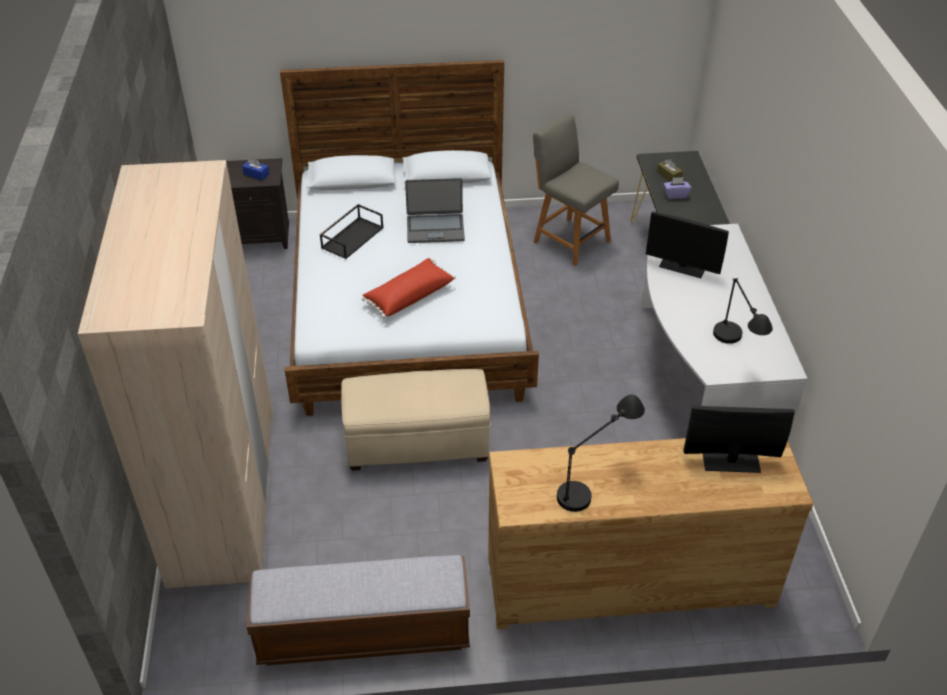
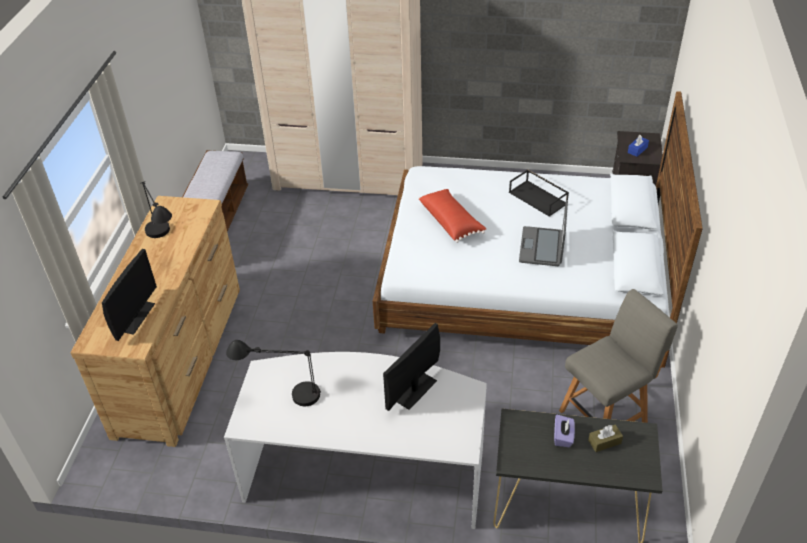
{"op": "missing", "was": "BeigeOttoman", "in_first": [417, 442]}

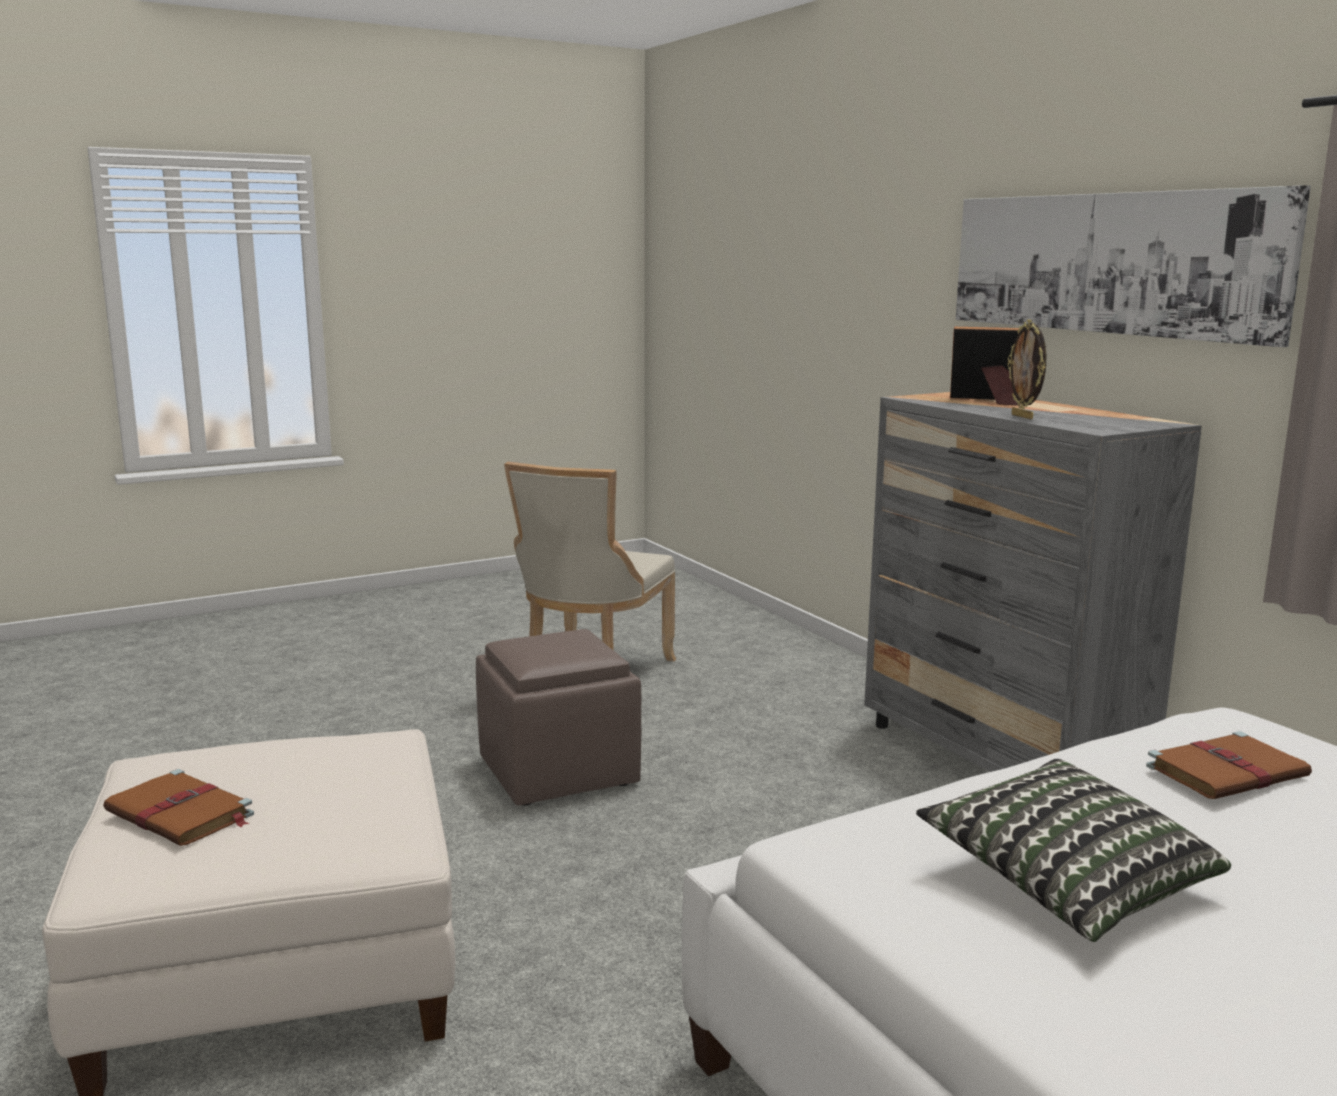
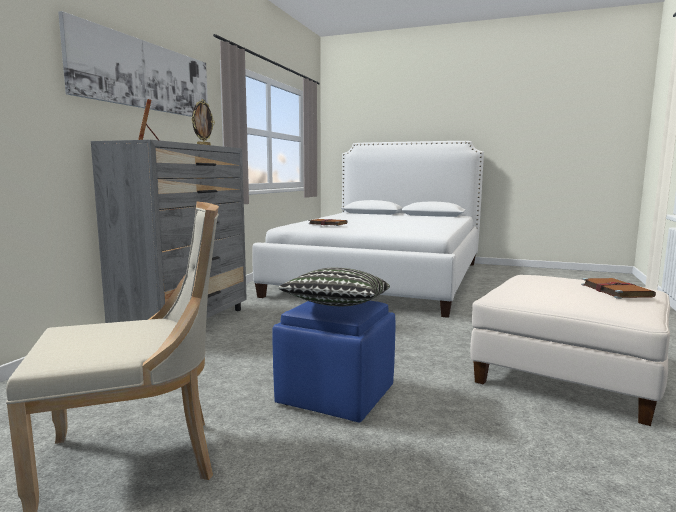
{"op": "colour", "was": "BrownOttoman", "now": "BlueOttoman", "in_first": [559, 771], "in_second": [334, 396]}
{"op": "relocated", "was": "Pillow", "in_first": [1067, 882], "in_second": [337, 306]}

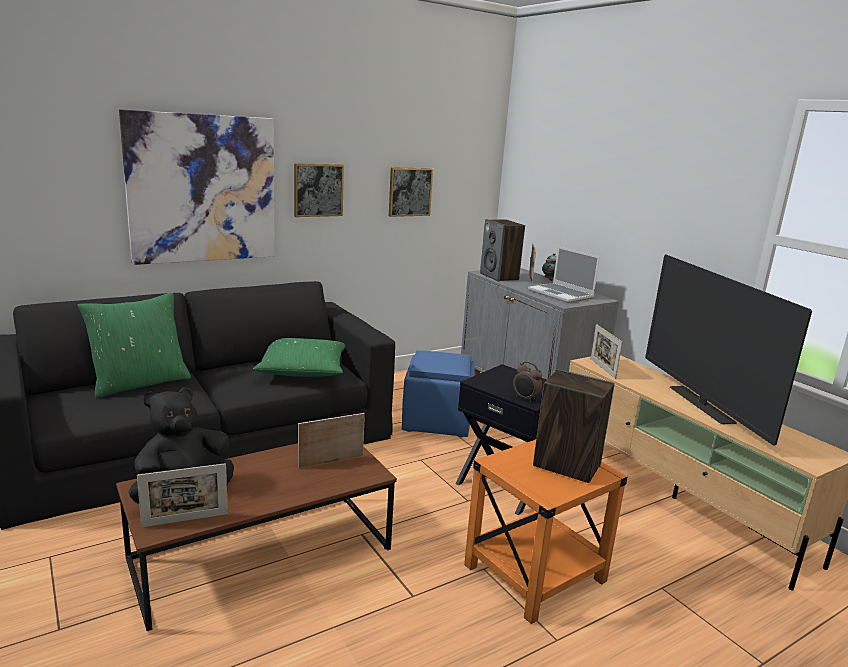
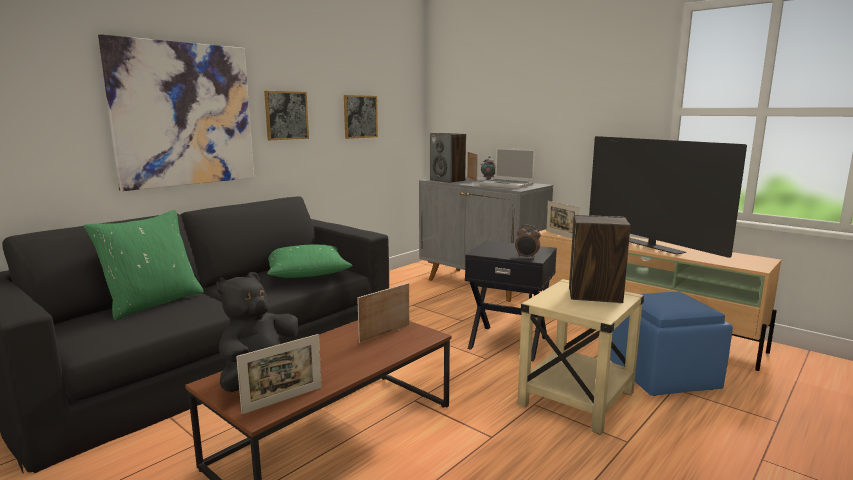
{"op": "colour", "was": "OrangeSideTable", "now": "BeigeSideTable", "in_first": [534, 574], "in_second": [576, 399]}
{"op": "relocated", "was": "BlueOttoman", "in_first": [437, 421], "in_second": [663, 375]}

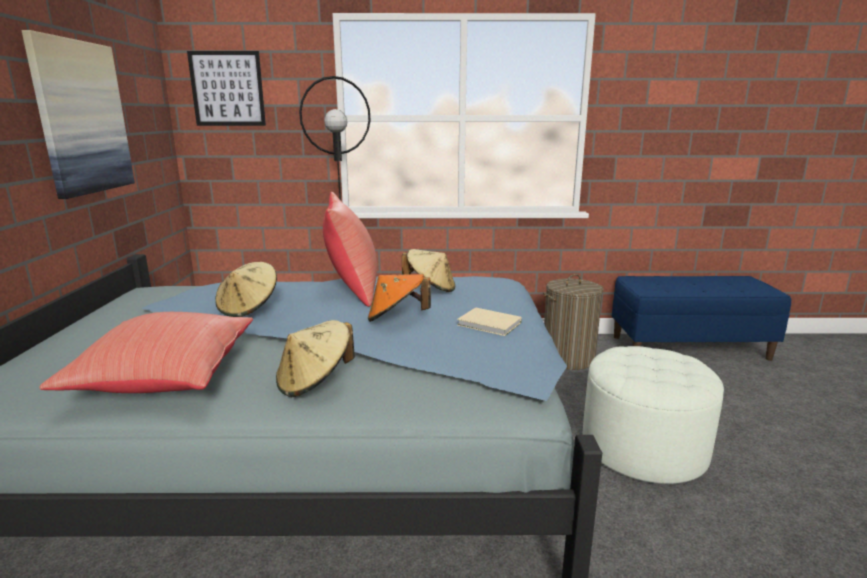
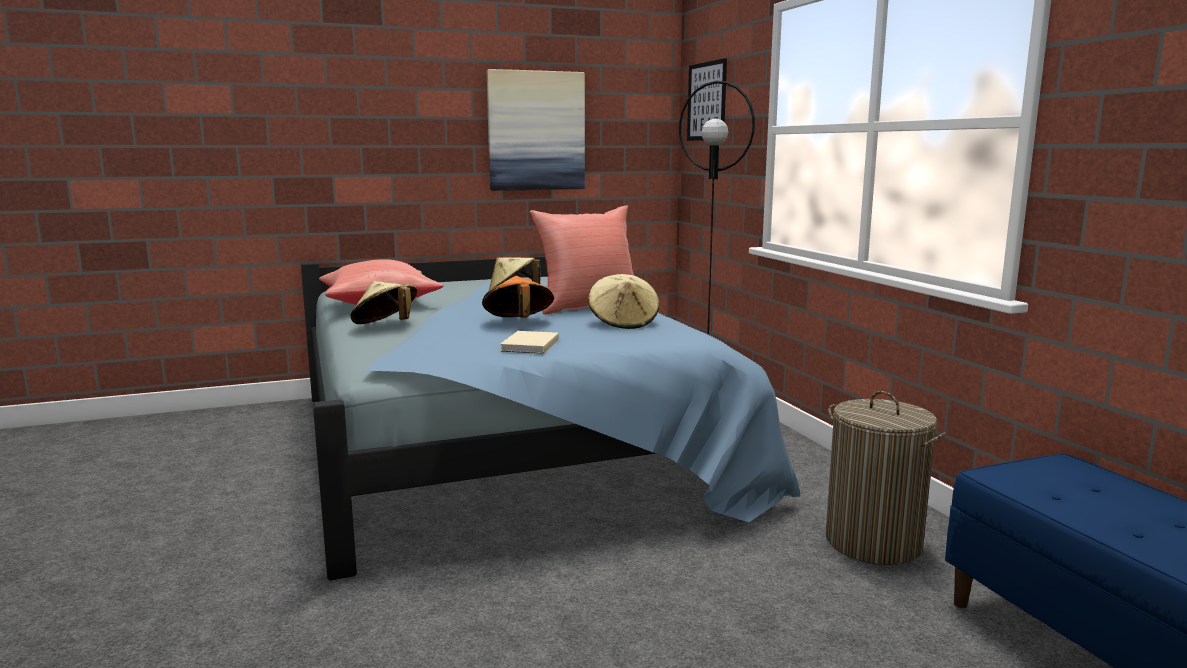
{"op": "missing", "was": "WhiteOttoman", "in_first": [643, 447]}

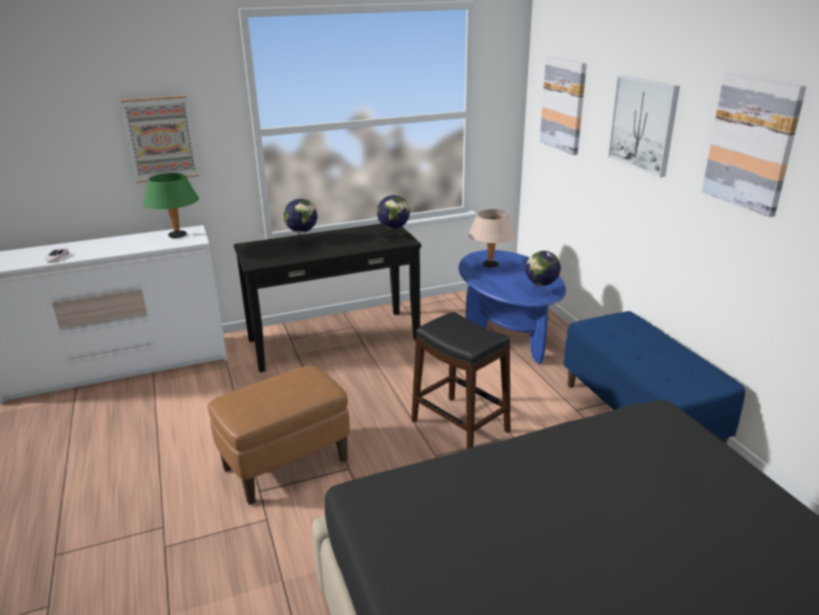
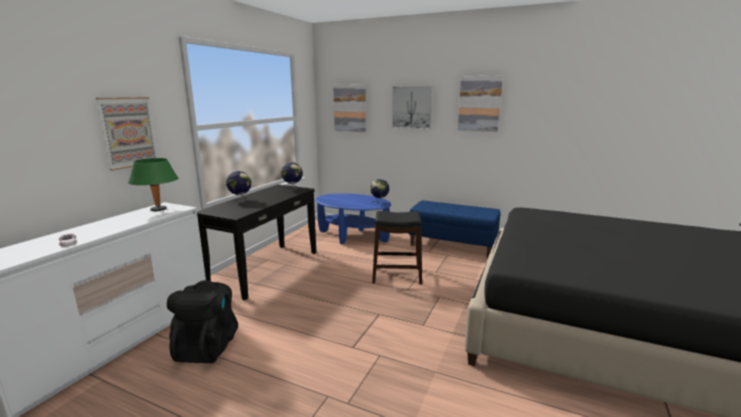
{"op": "appeared", "now": "BlackBackpack", "in_second": [208, 346]}
{"op": "missing", "was": "BrownOttoman", "in_first": [286, 465]}
{"op": "missing", "was": "BeigeTableLamp", "in_first": [490, 265]}

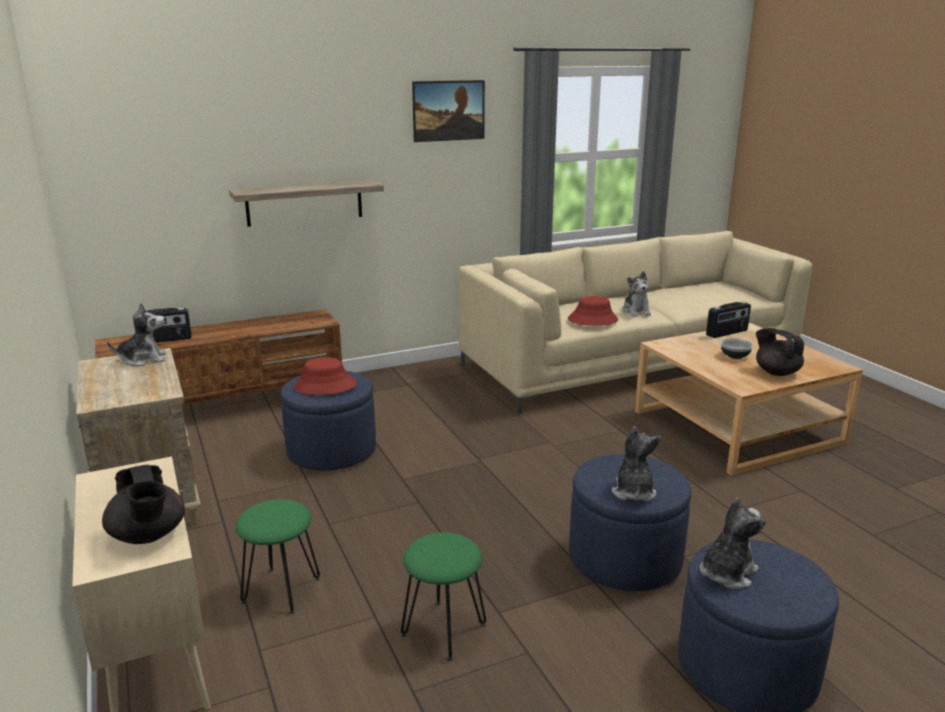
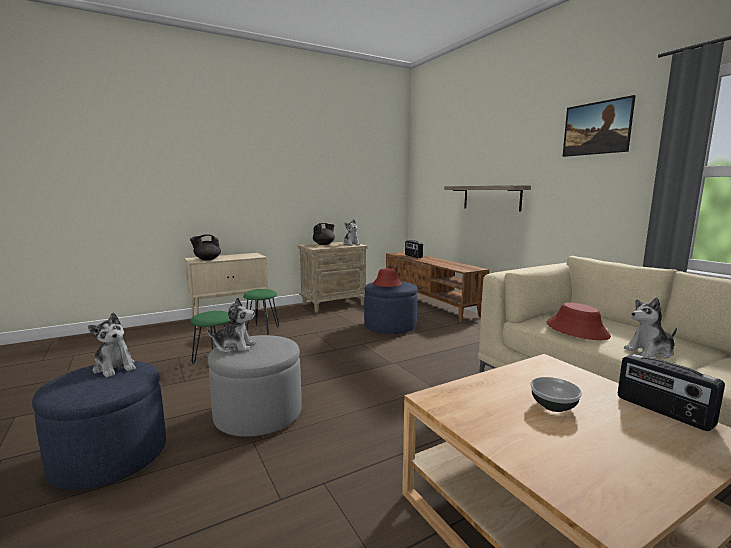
{"op": "colour", "was": "BlueOttoman", "now": "GreyOttoman", "in_first": [625, 558], "in_second": [258, 414]}
{"op": "relocated", "was": "BlackTeapot", "in_first": [776, 372], "in_second": [324, 244]}

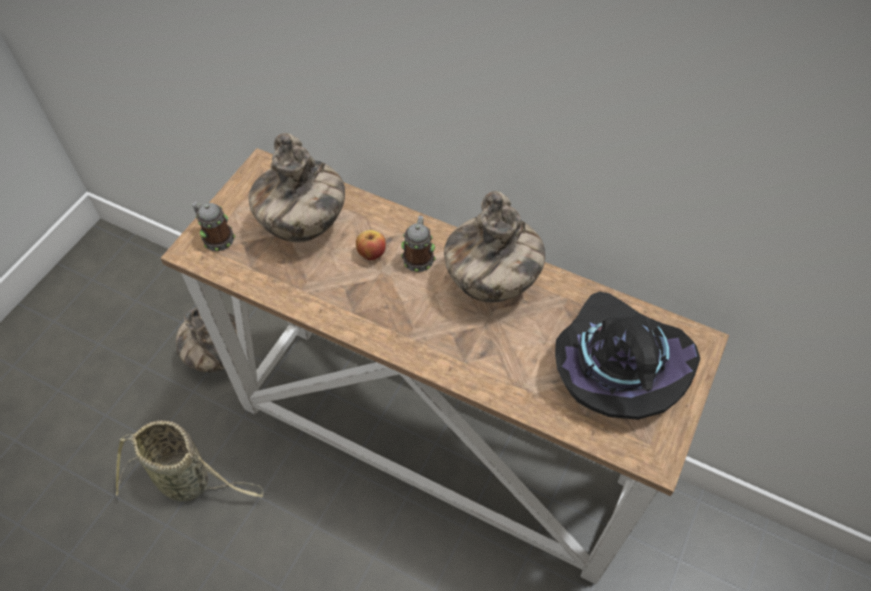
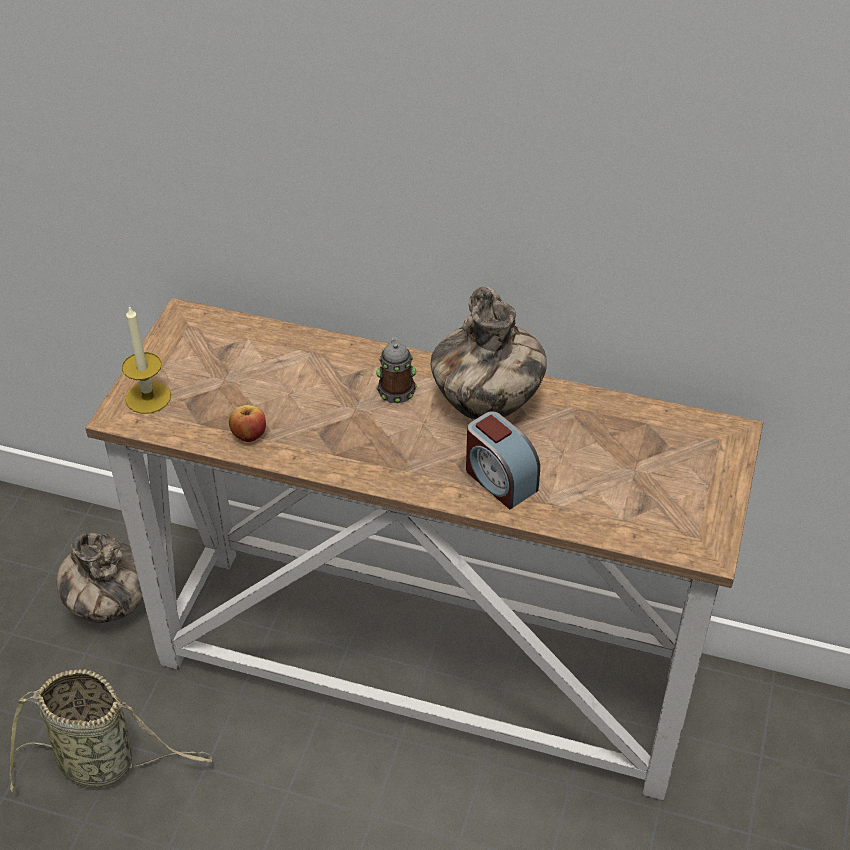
{"op": "exchanged", "was": "Mug", "now": "Candle", "in_first": [216, 237], "in_second": [148, 397]}
{"op": "relocated", "was": "Apple", "in_first": [371, 253], "in_second": [249, 435]}
{"op": "appeared", "now": "AlarmClock", "in_second": [499, 479]}
{"op": "missing", "was": "Vase", "in_first": [303, 225]}
{"op": "missing", "was": "BlackHat", "in_first": [615, 366]}

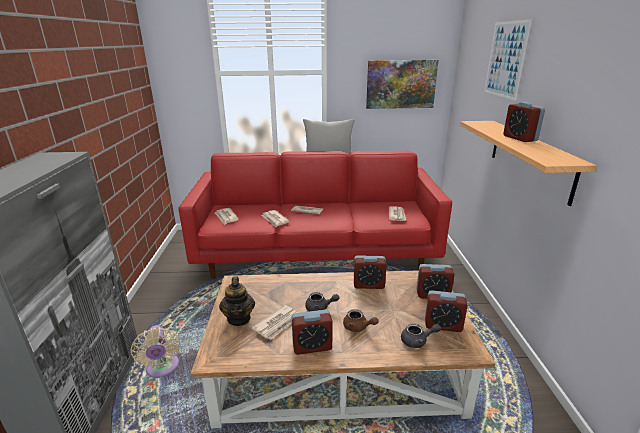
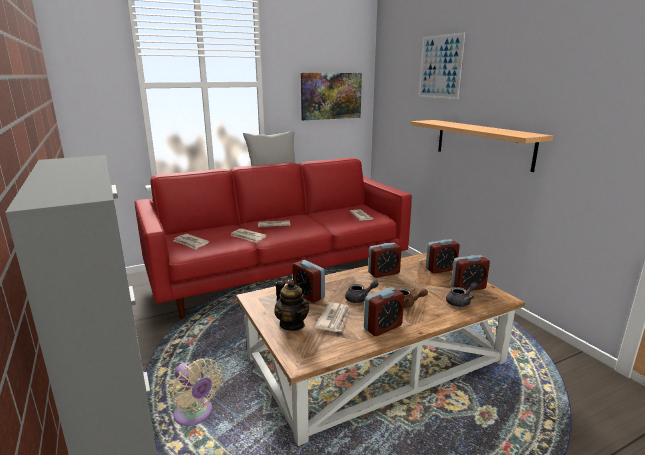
{"op": "relocated", "was": "AlarmClock", "in_first": [519, 138], "in_second": [308, 295]}

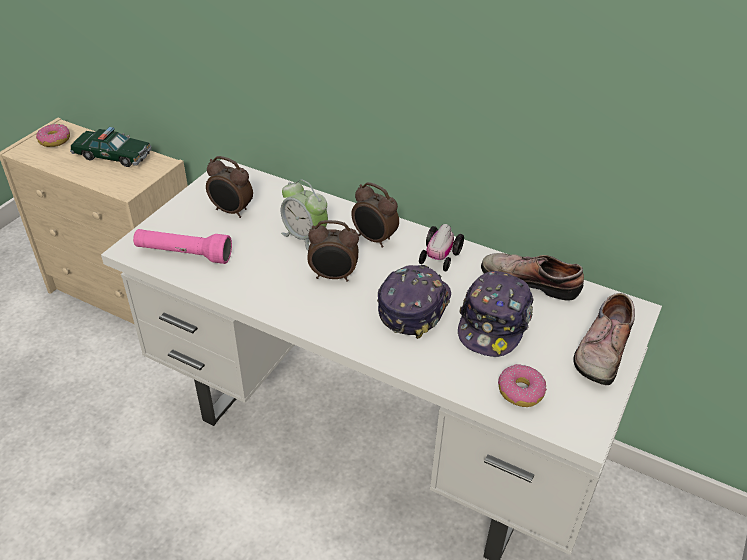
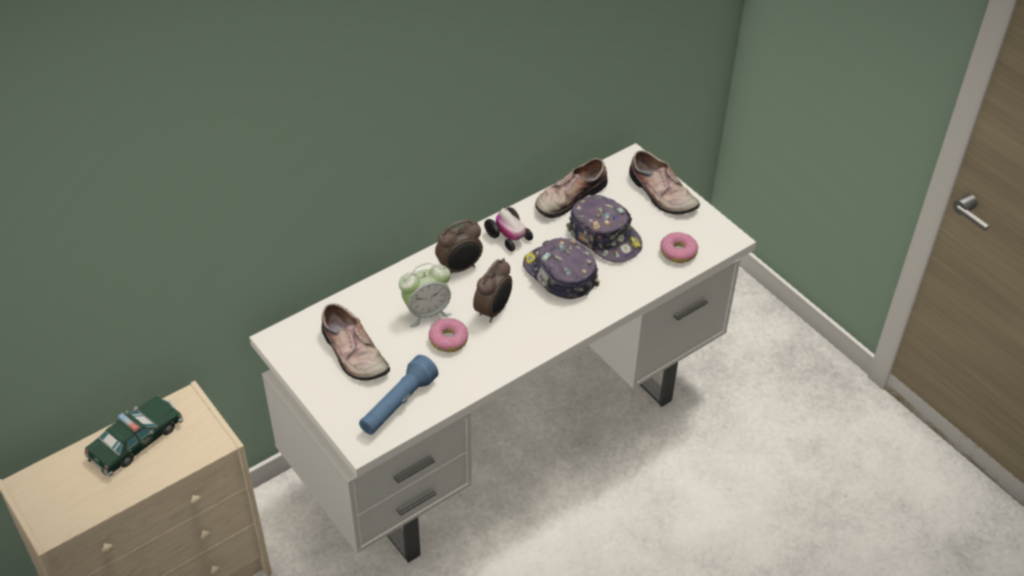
{"op": "exchanged", "was": "AlarmClock", "now": "Shoe", "in_first": [231, 211], "in_second": [352, 353]}
{"op": "colour", "was": "PinkFlashlight", "now": "BlueFlashlight", "in_first": [184, 254], "in_second": [397, 405]}
{"op": "relocated", "was": "Donut", "in_first": [55, 140], "in_second": [448, 340]}

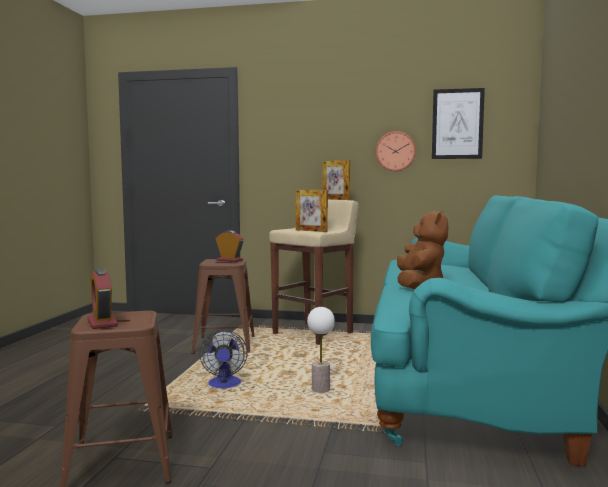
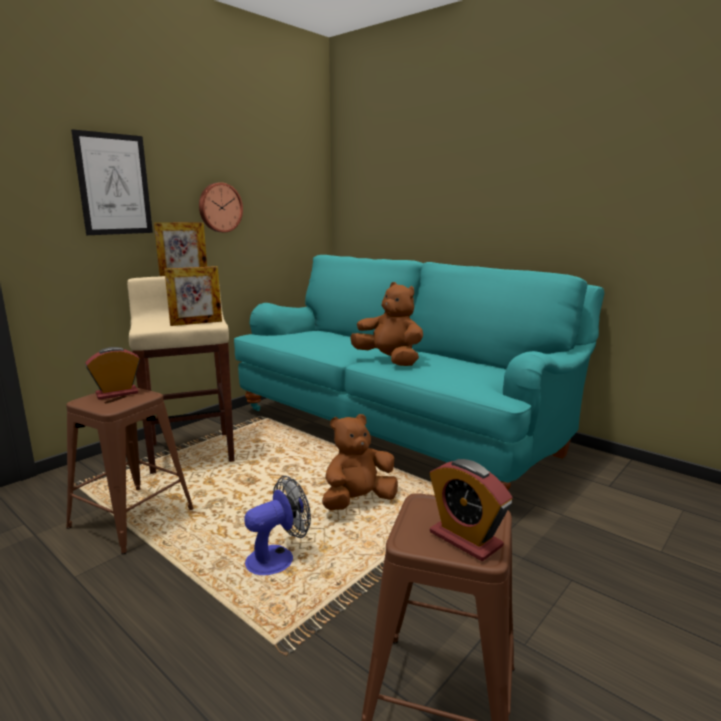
{"op": "relocated", "was": "Picture", "in_first": [457, 124], "in_second": [114, 184]}
{"op": "spun", "was": "Fan", "in_first": [224, 385], "in_second": [277, 557], "clockwise": -60}
{"op": "exchanged", "was": "TableLamp", "now": "BrownPlushToy", "in_first": [321, 390], "in_second": [358, 501]}
{"op": "spun", "was": "AlarmClock", "in_first": [102, 322], "in_second": [465, 539], "clockwise": 45}

